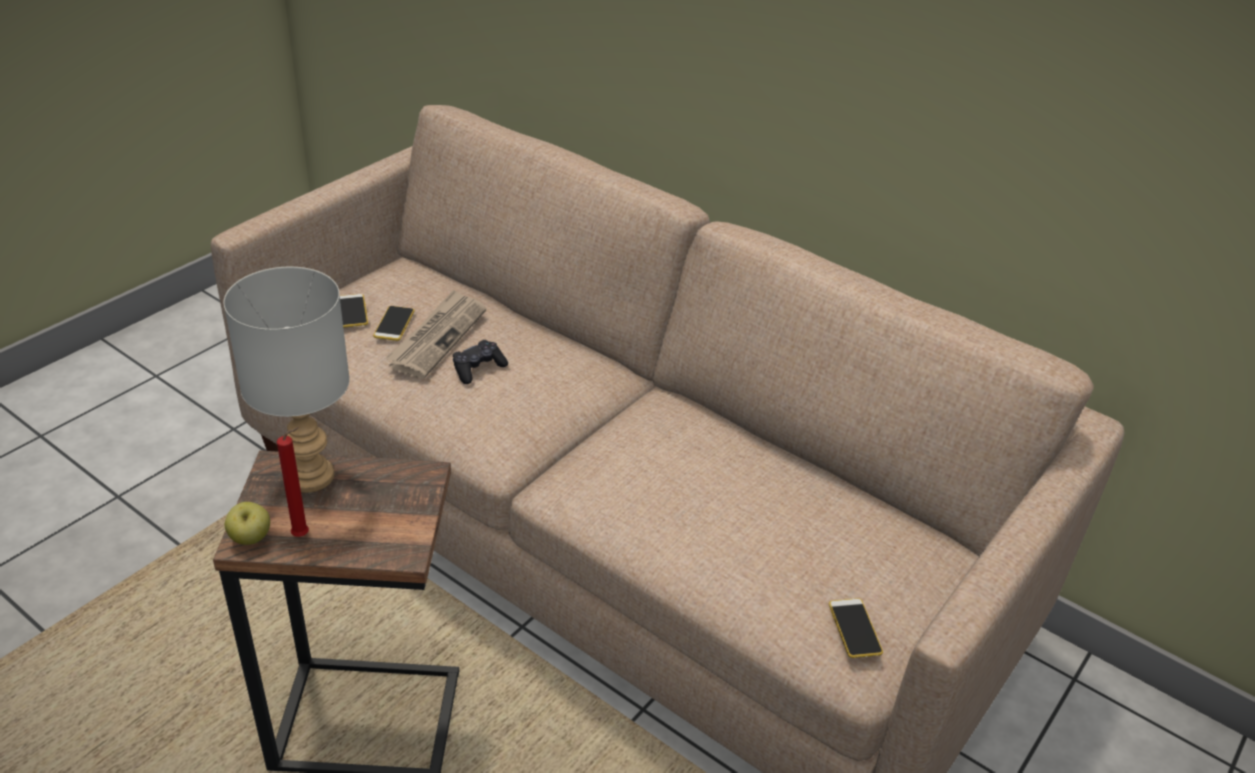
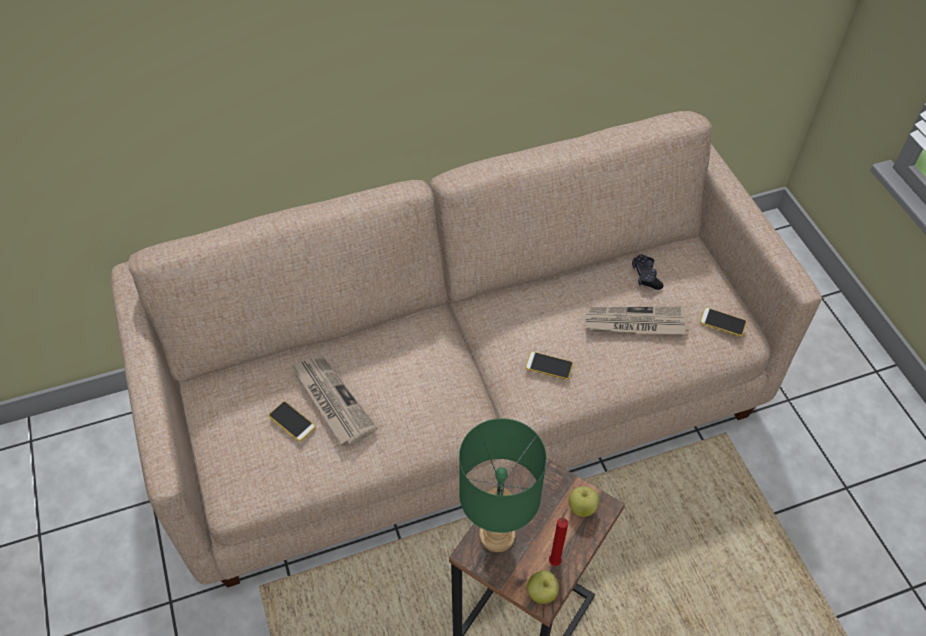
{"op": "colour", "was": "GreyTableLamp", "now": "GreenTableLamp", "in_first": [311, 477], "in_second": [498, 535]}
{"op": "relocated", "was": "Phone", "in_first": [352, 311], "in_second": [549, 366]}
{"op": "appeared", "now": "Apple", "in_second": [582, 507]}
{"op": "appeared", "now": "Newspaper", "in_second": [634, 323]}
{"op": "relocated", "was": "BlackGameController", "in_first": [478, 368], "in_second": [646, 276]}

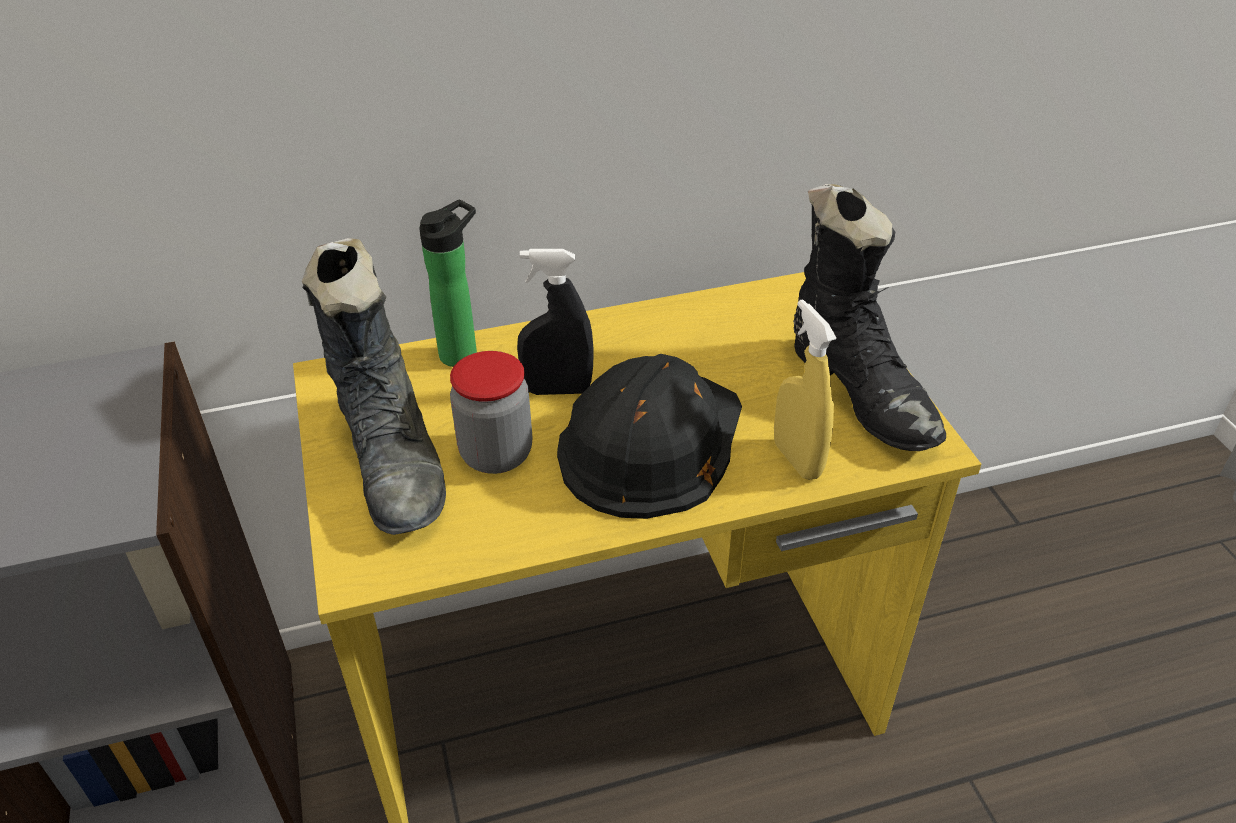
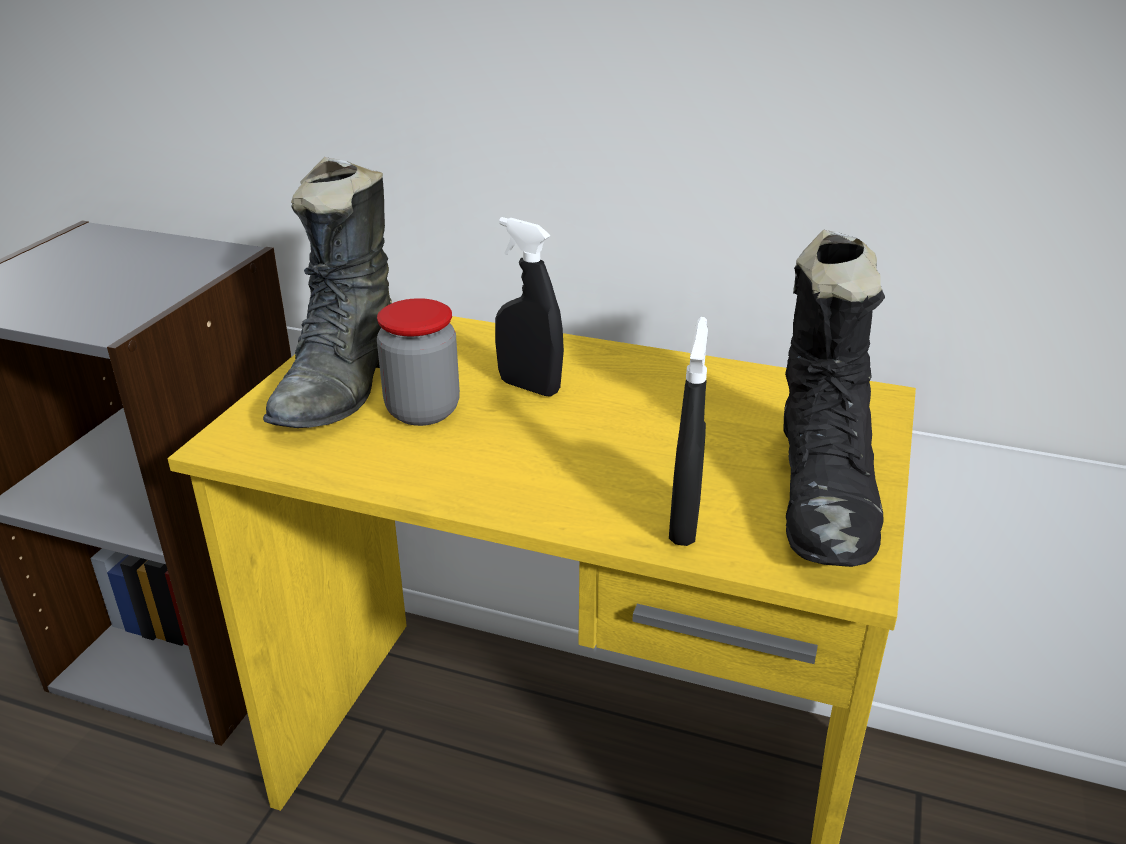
{"op": "colour", "was": "YellowSprayBottle", "now": "BlackSprayBottle", "in_first": [797, 459], "in_second": [684, 523]}
{"op": "missing", "was": "Bottle", "in_first": [463, 352]}
{"op": "missing", "was": "BlackHardHat", "in_first": [651, 442]}

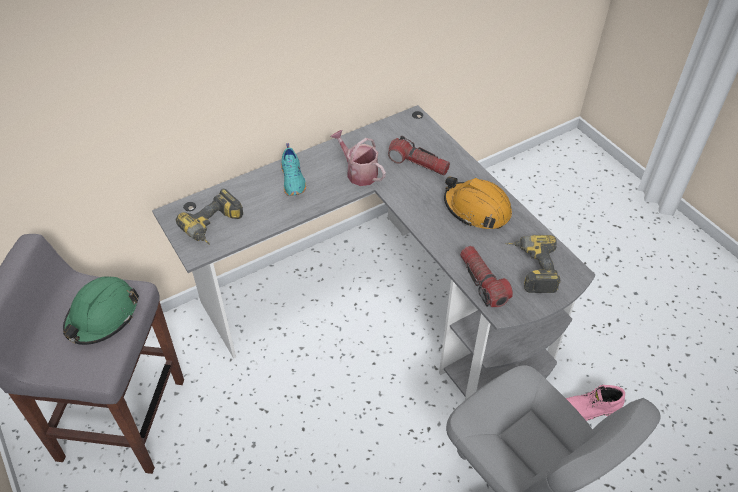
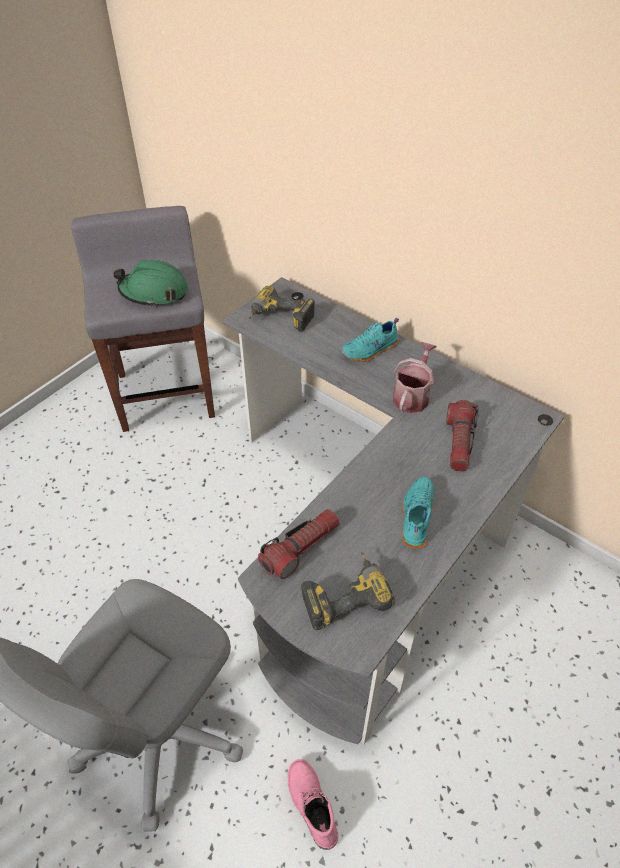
{"op": "exchanged", "was": "OrangeHardHat", "now": "TurquoiseShoe", "in_first": [477, 209], "in_second": [415, 516]}

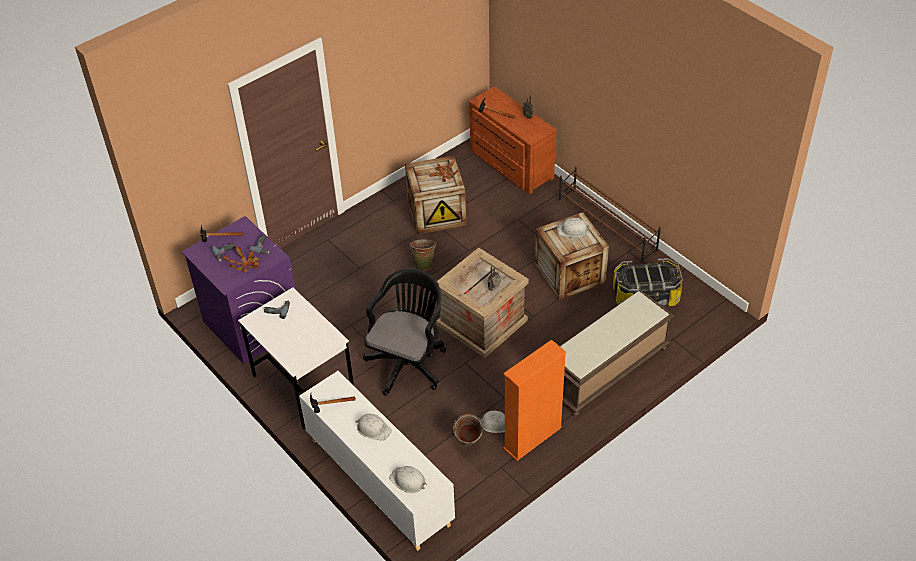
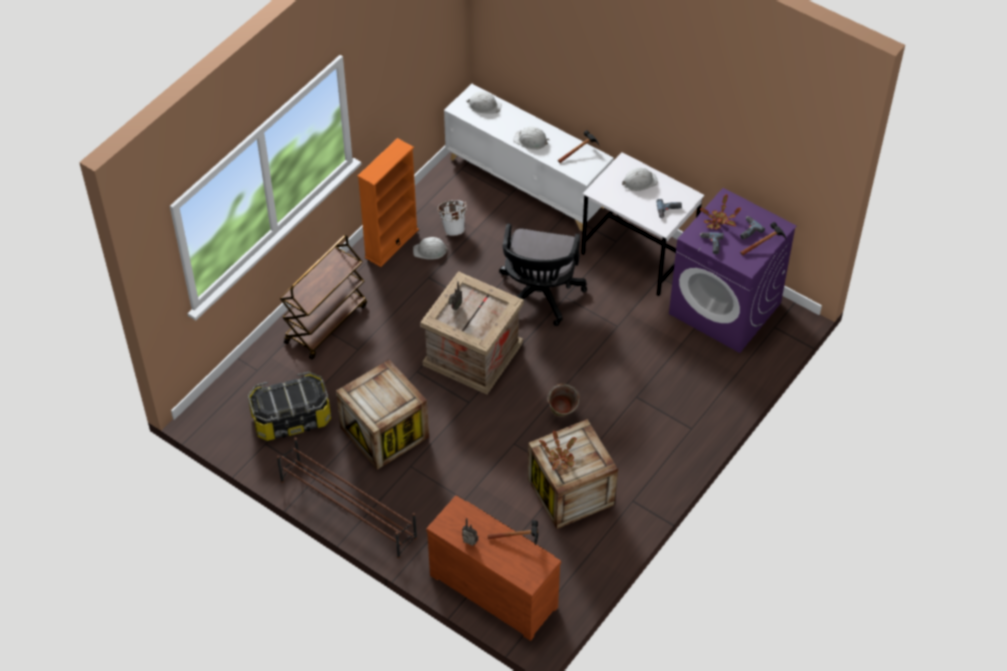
{"op": "exchanged", "was": "BrownBench", "now": "BrownCart", "in_first": [607, 370], "in_second": [326, 323]}
{"op": "colour", "was": "GreenBucket", "now": "WhiteBucket", "in_first": [468, 444], "in_second": [453, 228]}
{"op": "relocated", "was": "WhiteHardHat", "in_first": [572, 230], "in_second": [639, 181]}

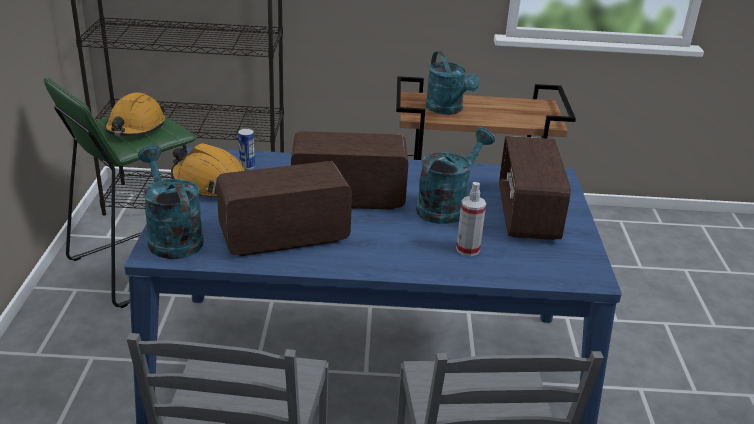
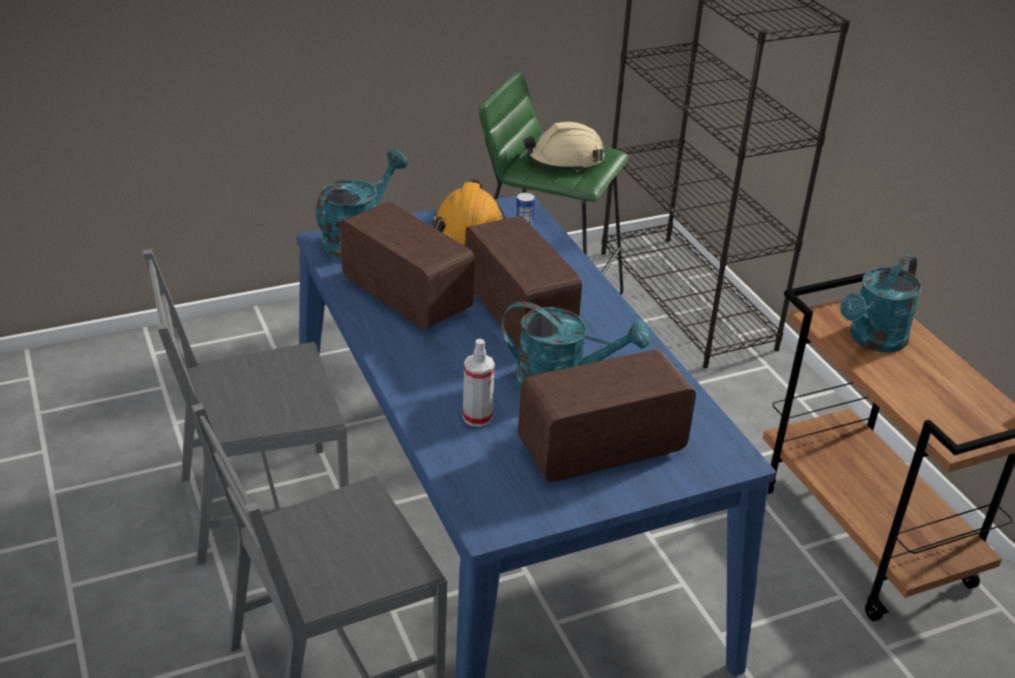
{"op": "colour", "was": "OrangeHardHat", "now": "BeigeHardHat", "in_first": [135, 128], "in_second": [564, 160]}

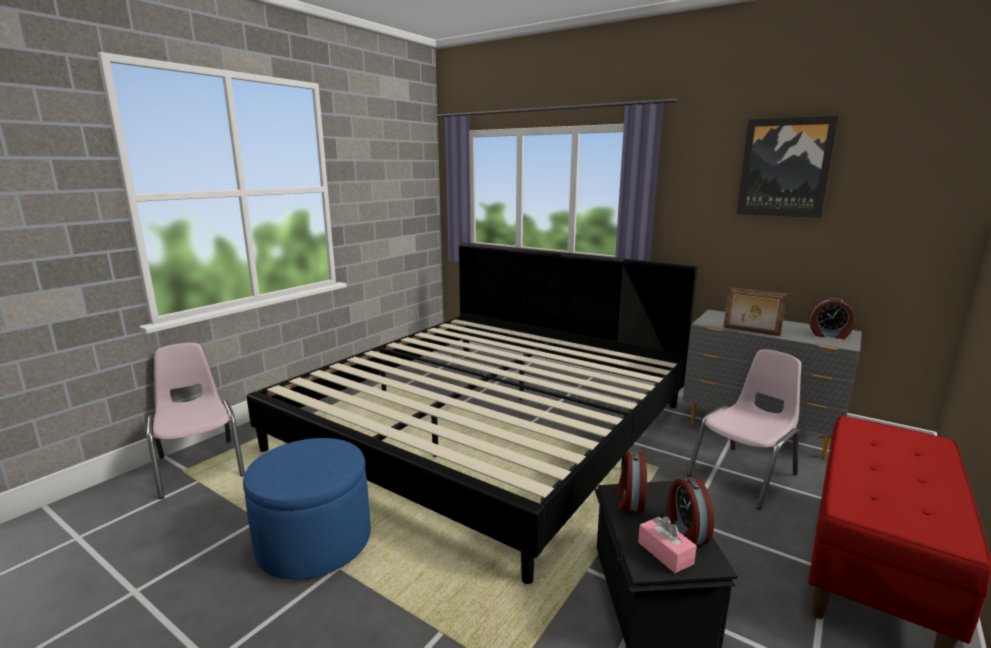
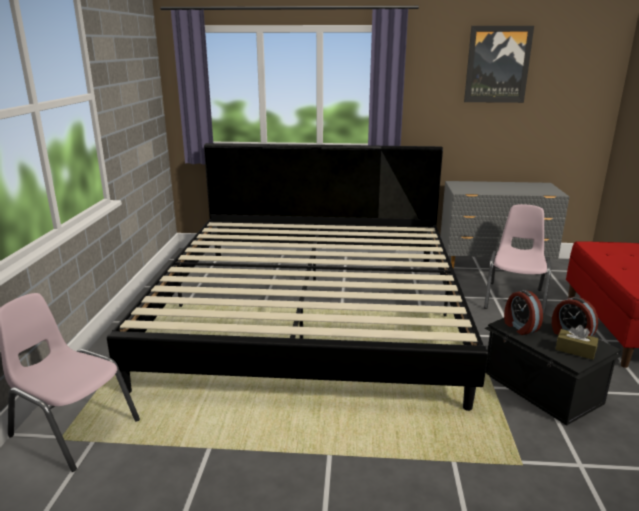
{"op": "colour", "was": "PinkTissueBox", "now": "BrownTissueBox", "in_first": [665, 553], "in_second": [575, 350]}
{"op": "missing", "was": "BlueOttoman", "in_first": [314, 542]}
{"op": "missing", "was": "PictureFrame", "in_first": [751, 331]}
{"op": "missing", "was": "AlarmClock", "in_first": [828, 335]}

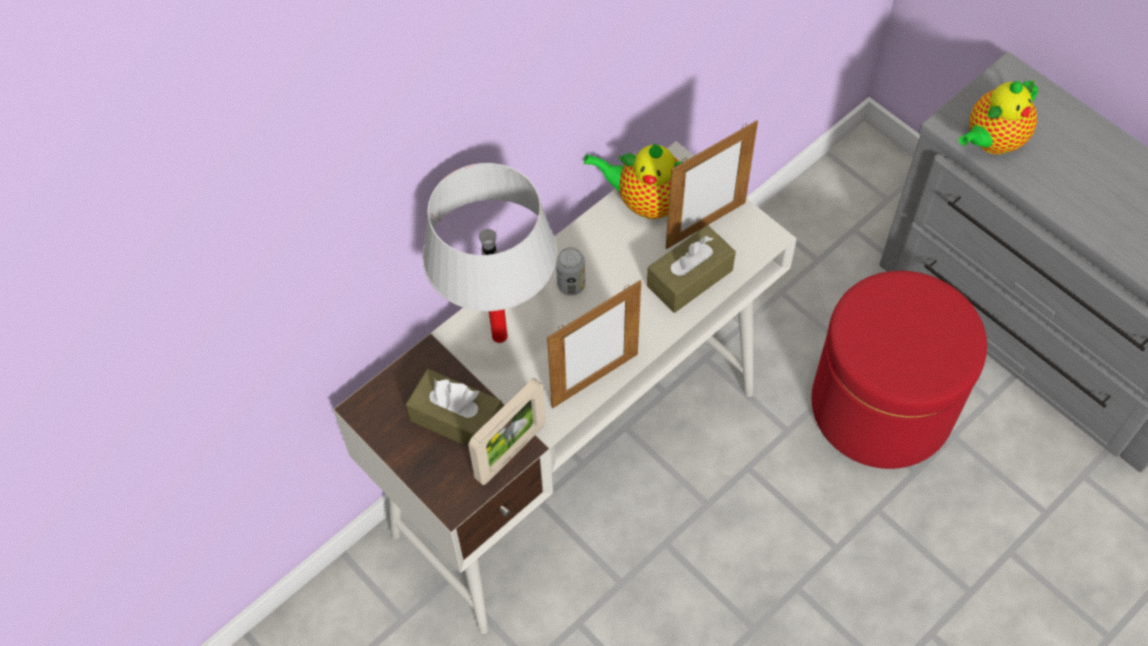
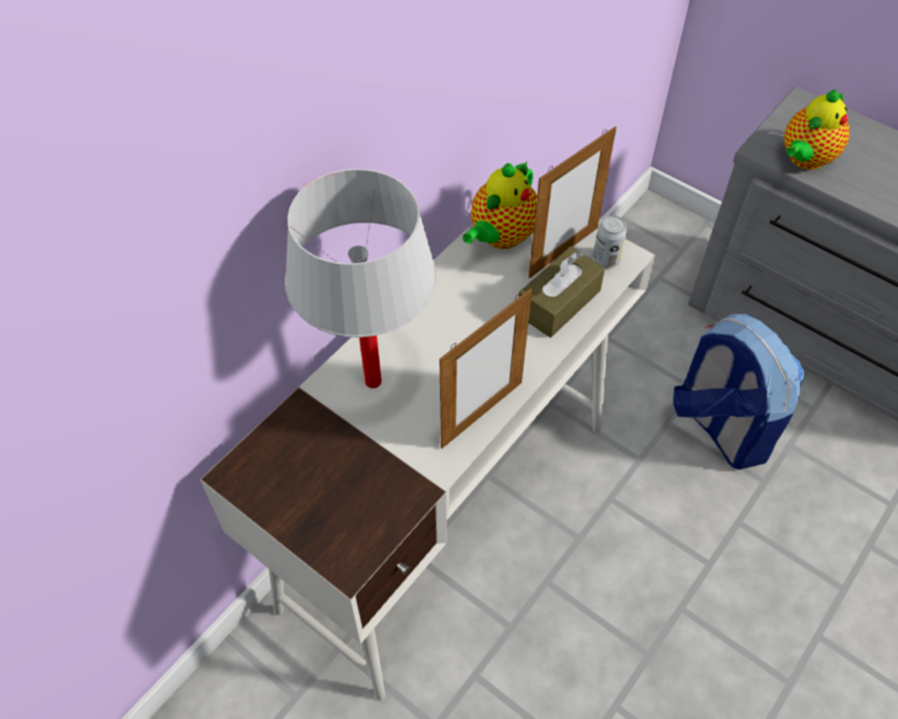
{"op": "spun", "was": "Teapot", "in_first": [646, 202], "in_second": [500, 237], "clockwise": -60}
{"op": "relocated", "was": "Can", "in_first": [571, 285], "in_second": [606, 259]}
{"op": "exchanged", "was": "RedOttoman", "now": "Backpack", "in_first": [881, 406], "in_second": [719, 426]}
{"op": "missing", "was": "BrownTissueBox", "in_first": [456, 419]}
{"op": "missing", "was": "PictureFrame", "in_first": [510, 452]}

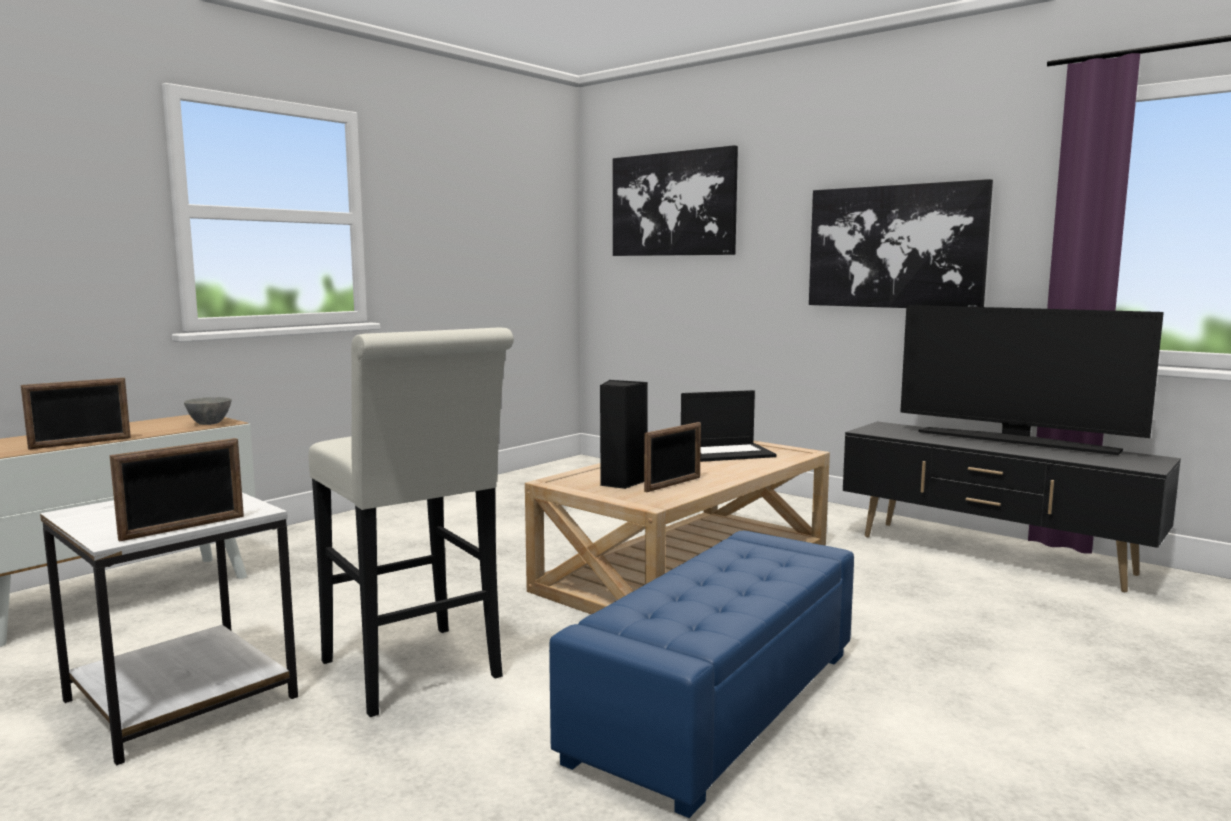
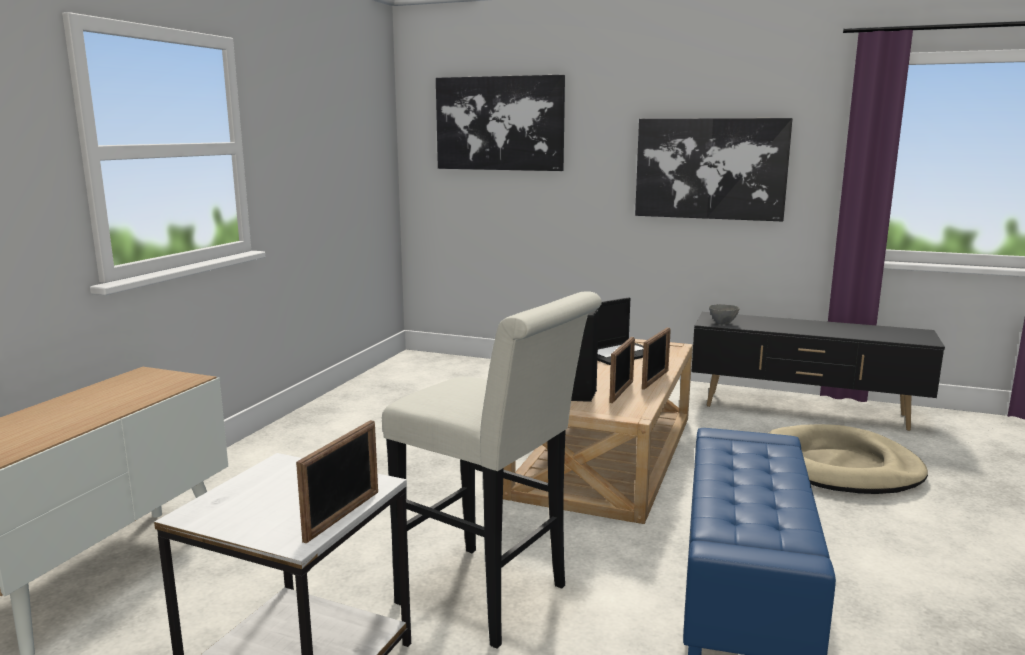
{"op": "relocated", "was": "PictureFrame", "in_first": [81, 443], "in_second": [655, 380]}
{"op": "relocated", "was": "GreyBowl", "in_first": [210, 423], "in_second": [723, 323]}
{"op": "appeared", "now": "BeigeDogBed", "in_second": [841, 466]}
{"op": "missing", "was": "Television", "in_first": [1016, 441]}

